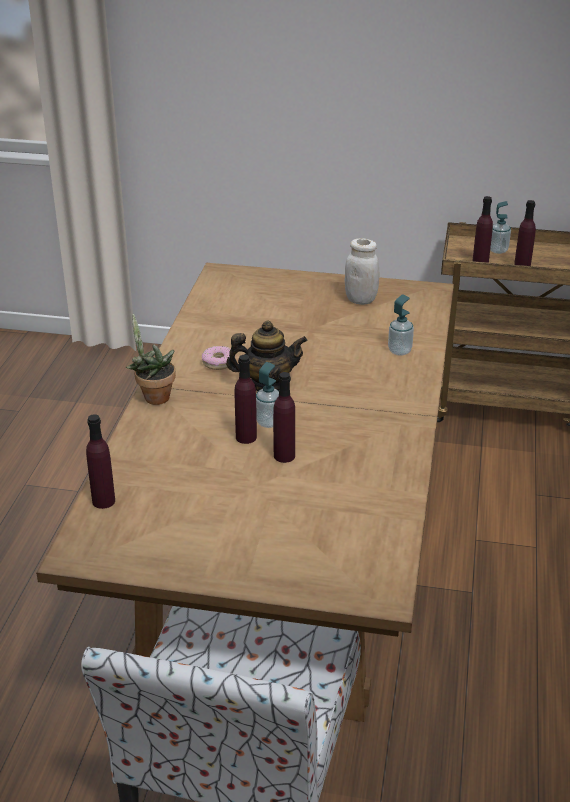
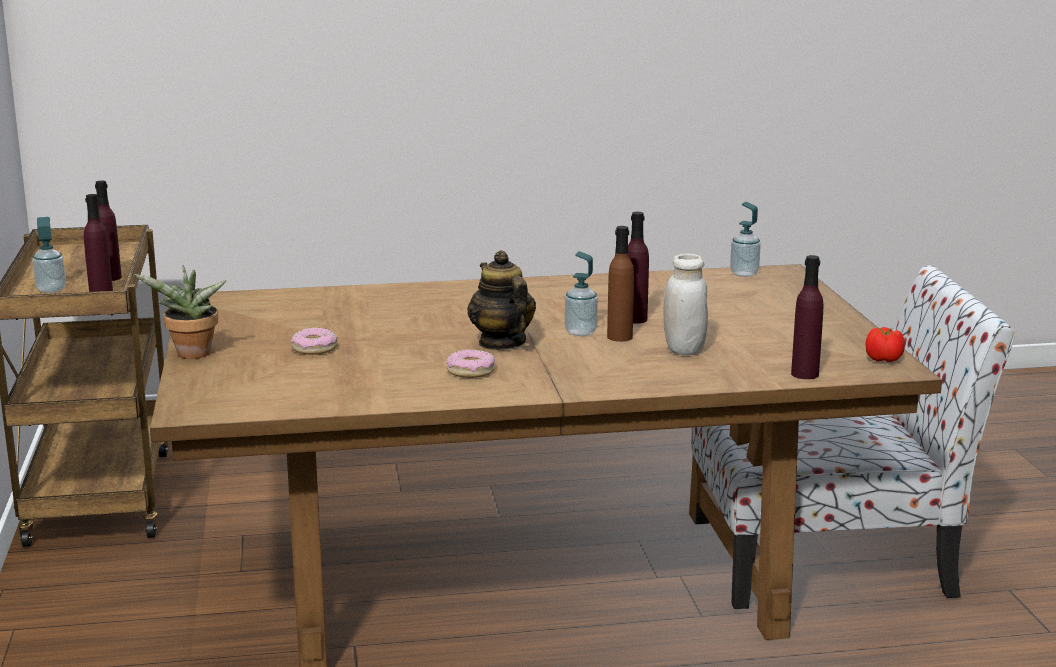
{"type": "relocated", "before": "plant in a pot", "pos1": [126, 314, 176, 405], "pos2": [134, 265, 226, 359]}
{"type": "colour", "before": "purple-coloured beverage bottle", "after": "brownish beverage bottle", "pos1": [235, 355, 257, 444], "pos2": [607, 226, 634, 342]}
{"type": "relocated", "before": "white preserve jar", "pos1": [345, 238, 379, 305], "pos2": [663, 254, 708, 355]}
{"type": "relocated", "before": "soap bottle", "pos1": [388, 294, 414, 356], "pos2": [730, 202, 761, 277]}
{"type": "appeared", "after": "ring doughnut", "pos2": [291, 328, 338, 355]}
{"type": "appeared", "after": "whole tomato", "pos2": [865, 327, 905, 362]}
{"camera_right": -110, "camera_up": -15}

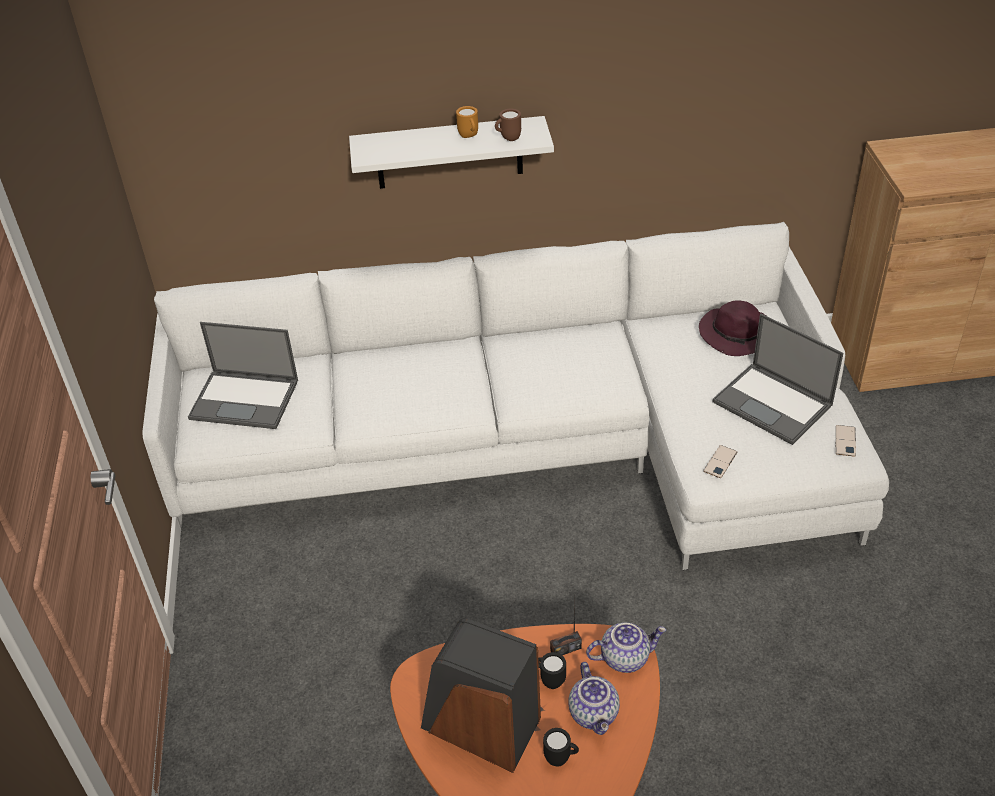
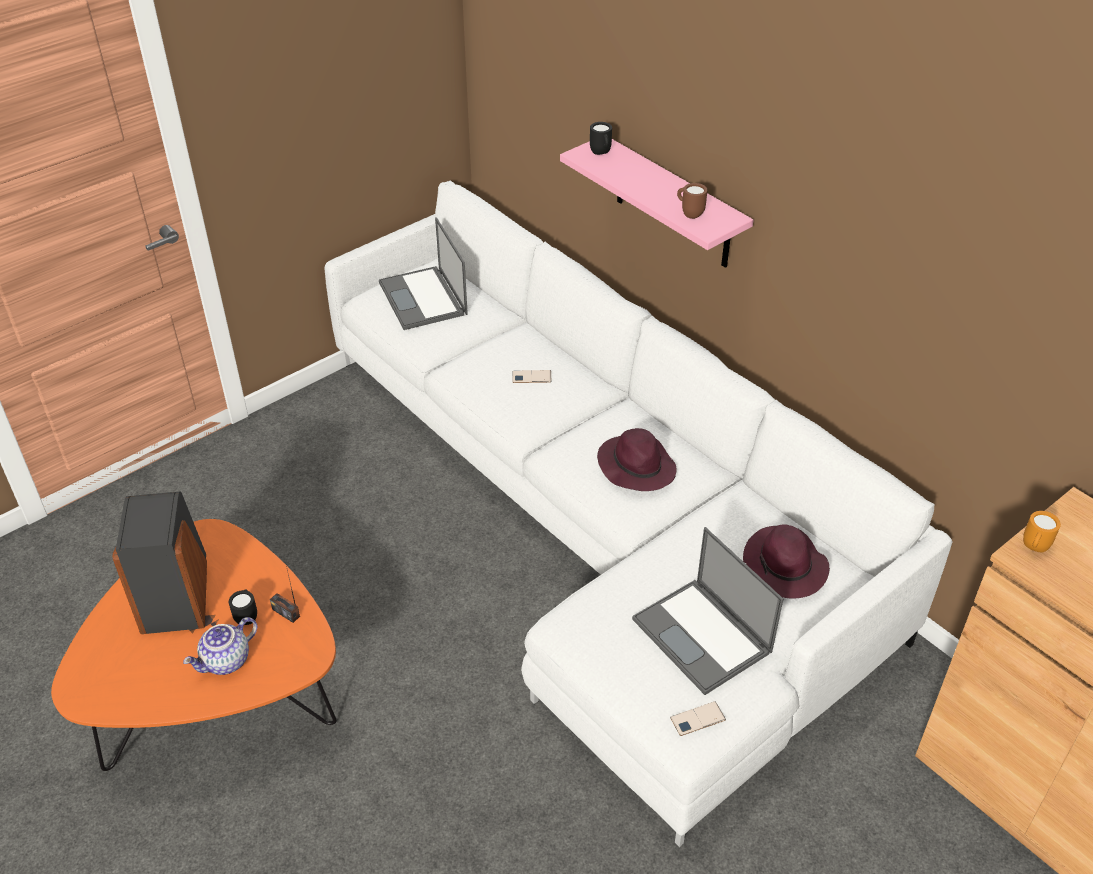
{"type": "colour", "before": "white shelf", "after": "pink-coloured shelf", "pos1": [349, 116, 554, 189], "pos2": [560, 139, 754, 268]}
{"type": "relocated", "before": "orange-coloured coffee mug", "pos1": [456, 106, 478, 138], "pos2": [1023, 511, 1061, 553]}
{"type": "relocated", "before": "blackish coffee mug", "pos1": [543, 728, 579, 766], "pos2": [590, 122, 612, 155]}
{"type": "missing", "before": "pot for tea", "pos1": [586, 622, 666, 673]}
{"type": "relocated", "before": "phone", "pos1": [703, 445, 738, 478], "pos2": [512, 370, 552, 383]}
{"type": "spun", "before": "portable computer", "pos1": [712, 314, 844, 445], "pos2": [632, 527, 783, 695], "turn": -45}
{"type": "appeared", "after": "purple-coloured wearable hat", "pos2": [597, 428, 676, 491]}
{"camera_right": 55, "camera_up": 0}

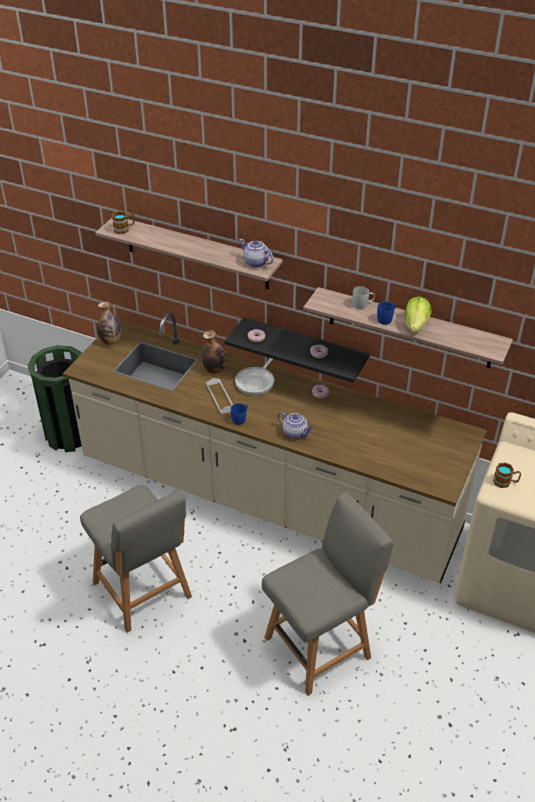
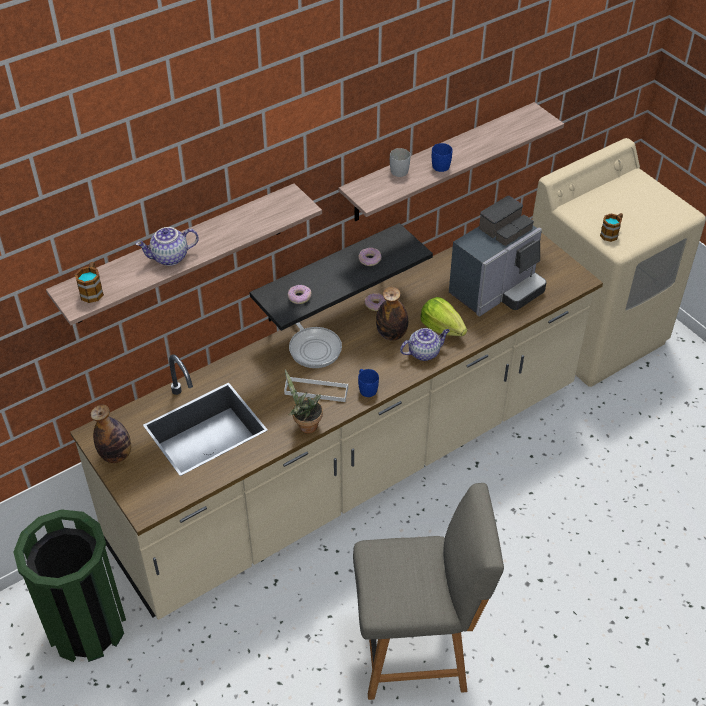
{"type": "relocated", "before": "beverage bottle", "pos1": [202, 330, 226, 374], "pos2": [376, 287, 408, 341]}
{"type": "relocated", "before": "pot for tea", "pos1": [239, 239, 274, 268], "pos2": [136, 227, 199, 266]}
{"type": "missing", "before": "greyish chair", "pos1": [262, 492, 394, 696]}
{"type": "relocated", "before": "lettuce head", "pos1": [404, 296, 432, 333], "pos2": [420, 297, 467, 336]}
{"type": "appeared", "after": "plant in a pot", "pos2": [285, 369, 323, 434]}
{"type": "appeared", "after": "coffee machine", "pos2": [449, 196, 546, 316]}
{"camera_right": -60, "camera_up": 5}

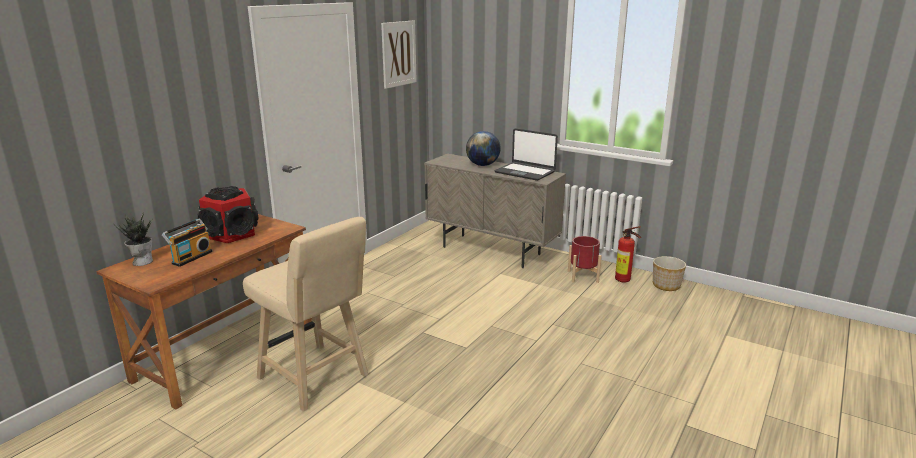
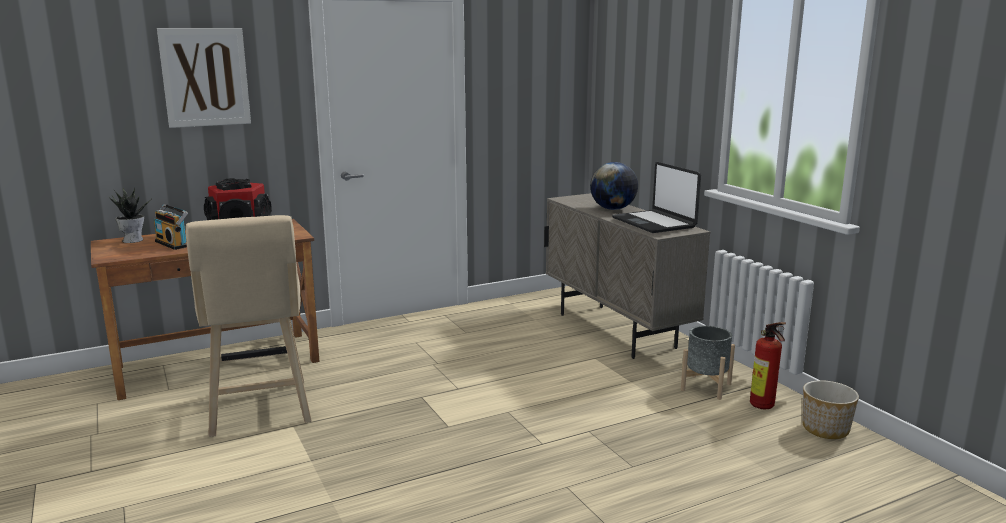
{"type": "spun", "before": "radio set", "pos1": [162, 219, 212, 267], "pos2": [154, 204, 188, 250], "turn": 75}
{"type": "relocated", "before": "picture", "pos1": [381, 20, 417, 89], "pos2": [157, 28, 251, 128]}
{"type": "colour", "before": "red-coloured plant pot", "after": "greyish plant pot", "pos1": [568, 236, 602, 283], "pos2": [681, 326, 735, 400]}
{"camera_right": 30, "camera_up": -5}

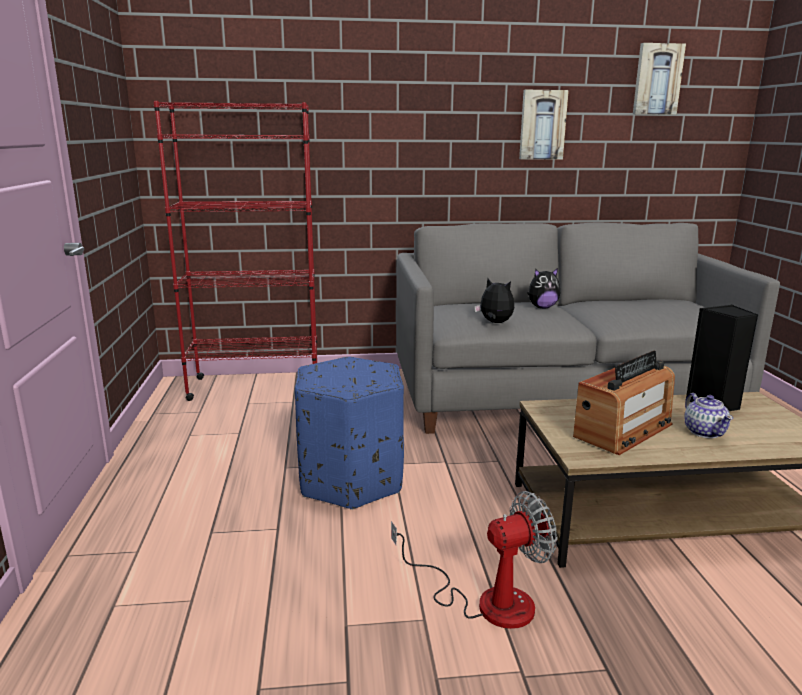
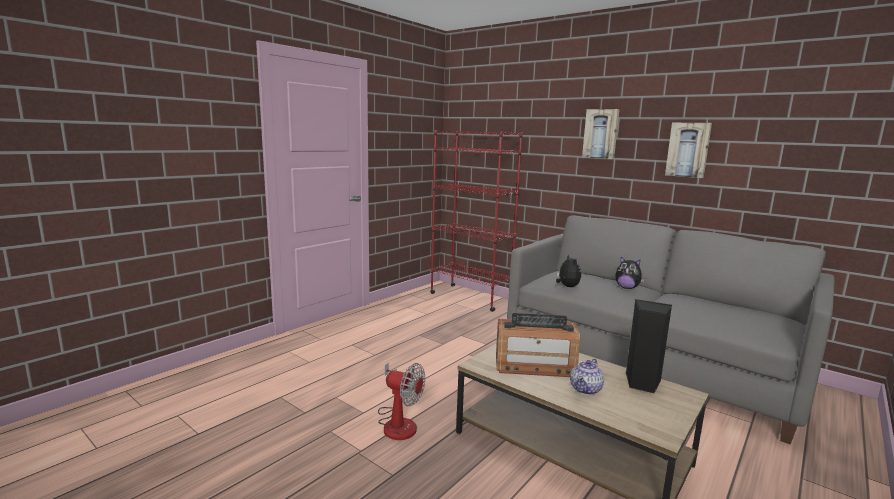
{"type": "missing", "before": "bluish ottoman", "pos1": [295, 357, 404, 510]}
{"type": "relocated", "before": "picture", "pos1": [633, 43, 686, 115], "pos2": [582, 109, 620, 159]}
{"camera_right": 45, "camera_up": -5}

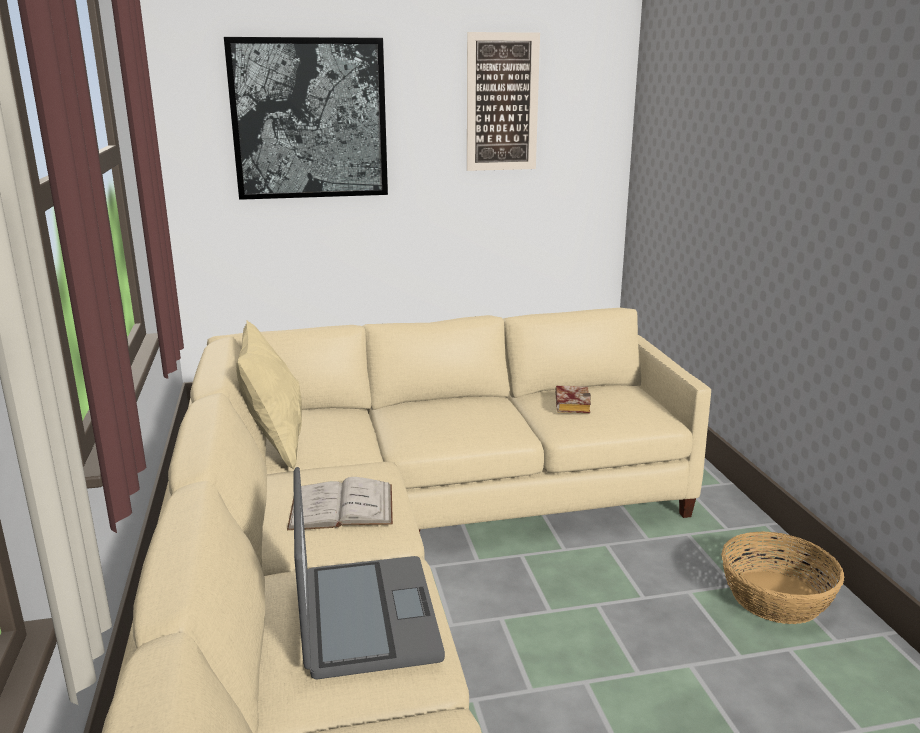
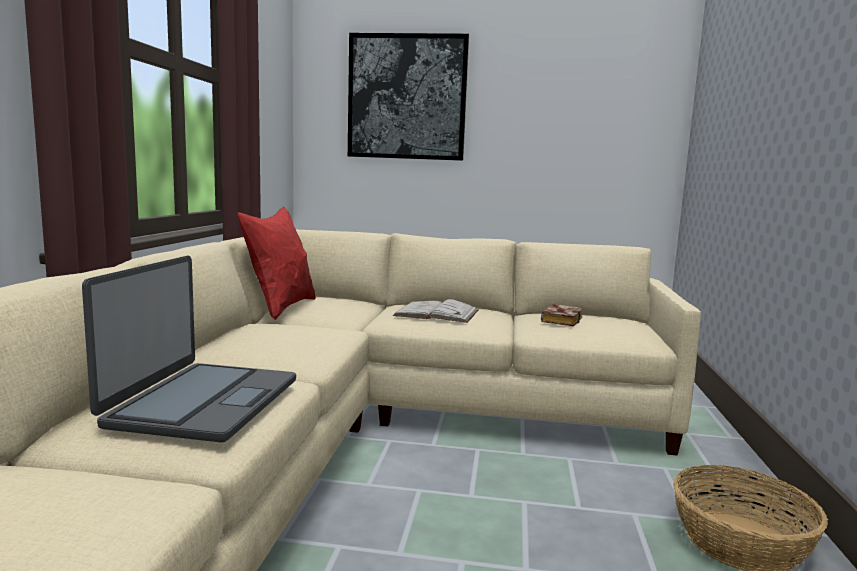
{"type": "colour", "before": "beige pillow", "after": "red-coloured pillow", "pos1": [236, 320, 302, 469], "pos2": [238, 207, 316, 320]}
{"type": "relocated", "before": "white volume", "pos1": [287, 477, 393, 530], "pos2": [393, 299, 478, 323]}
{"type": "missing", "before": "picture", "pos1": [467, 32, 540, 171]}
{"camera_right": 20, "camera_up": -10}

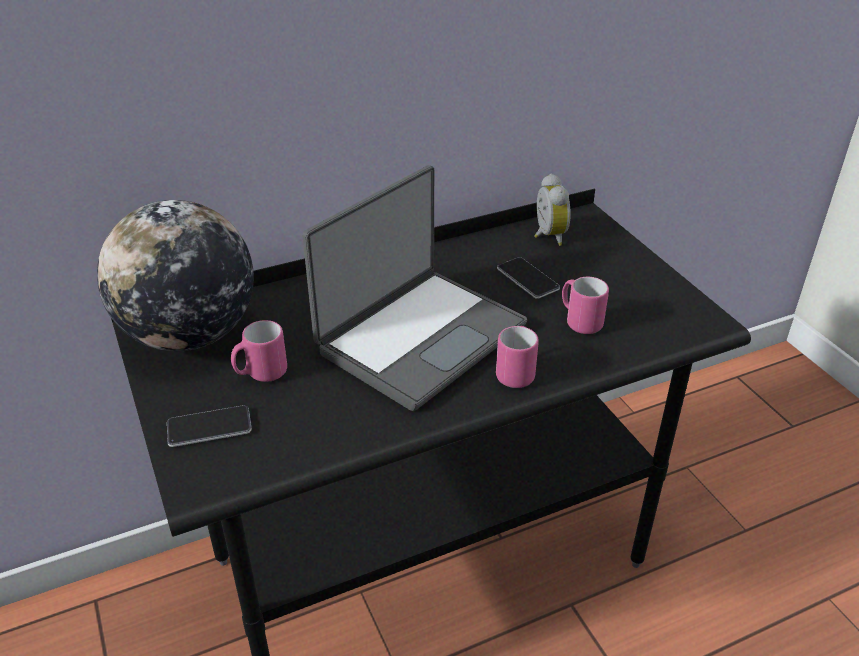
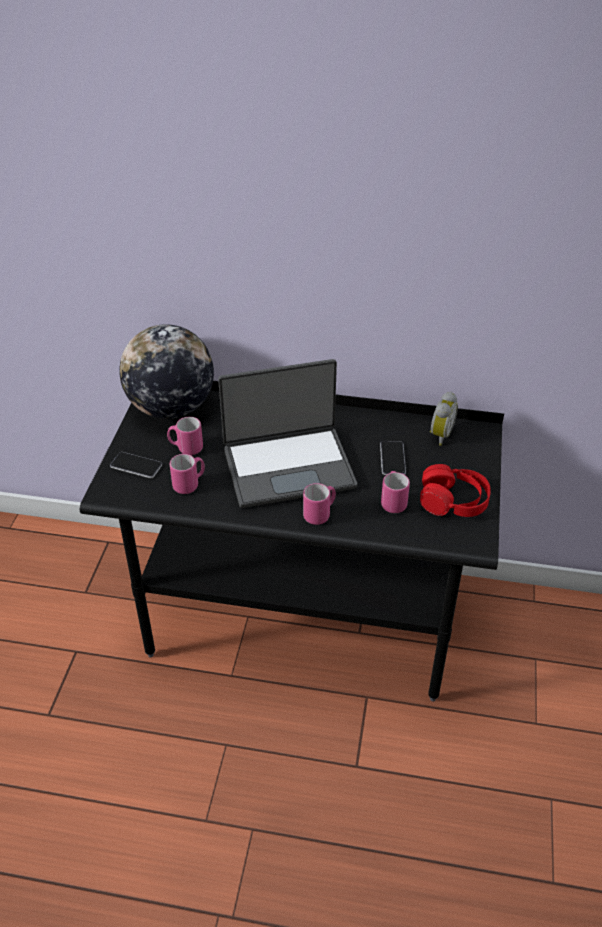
{"type": "appeared", "after": "pink-coloured coffee mug", "pos2": [170, 454, 205, 494]}
{"type": "appeared", "after": "red-coloured headphones", "pos2": [420, 464, 491, 517]}
{"camera_right": 35, "camera_up": 5}

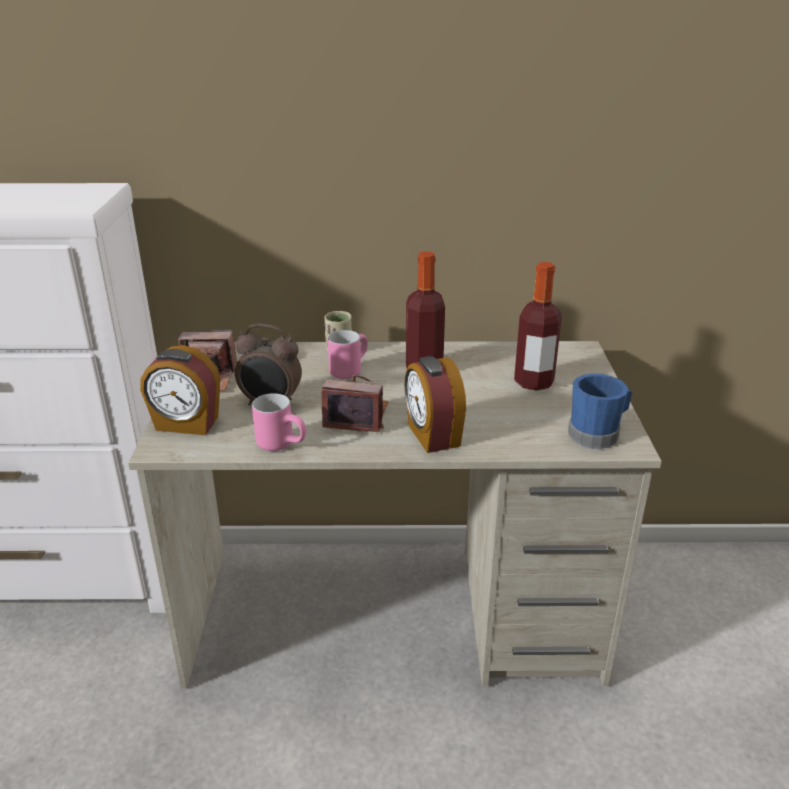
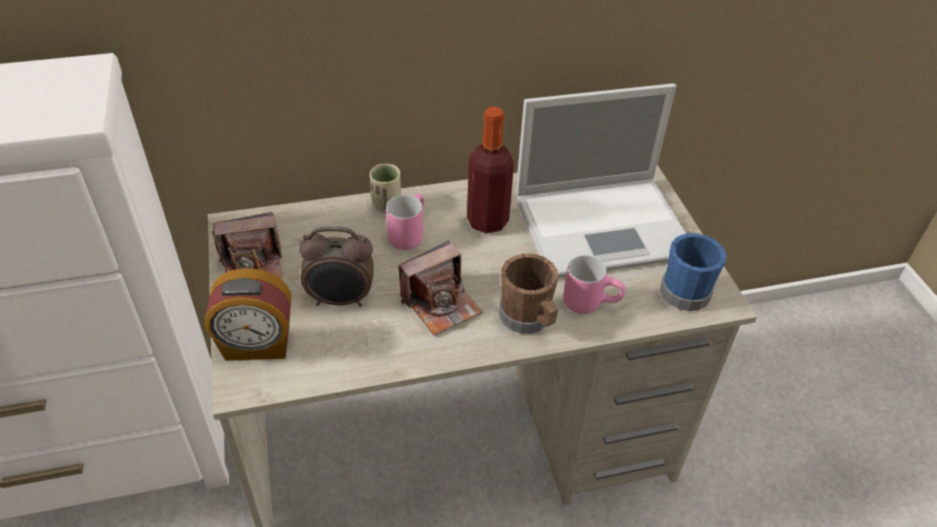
{"type": "relocated", "before": "pink-coloured coffee mug", "pos1": [252, 393, 306, 451], "pos2": [563, 255, 625, 314]}
{"type": "spun", "before": "still camera", "pos1": [321, 375, 388, 432], "pos2": [398, 240, 482, 335], "turn": 150}
{"type": "exchanged", "before": "table clock", "after": "brownish coffee mug", "pos1": [404, 356, 466, 453], "pos2": [499, 253, 558, 334]}
{"type": "exchanged", "before": "beverage bottle", "after": "portable computer", "pos1": [514, 262, 562, 391], "pos2": [516, 83, 687, 278]}
{"camera_right": -15, "camera_up": 15}

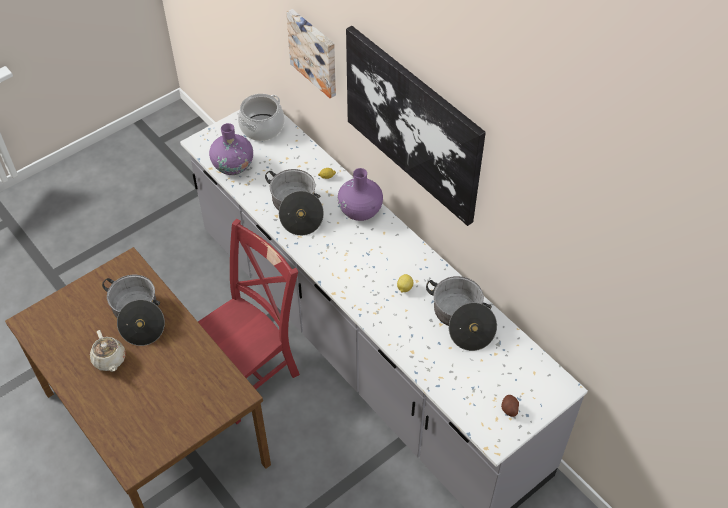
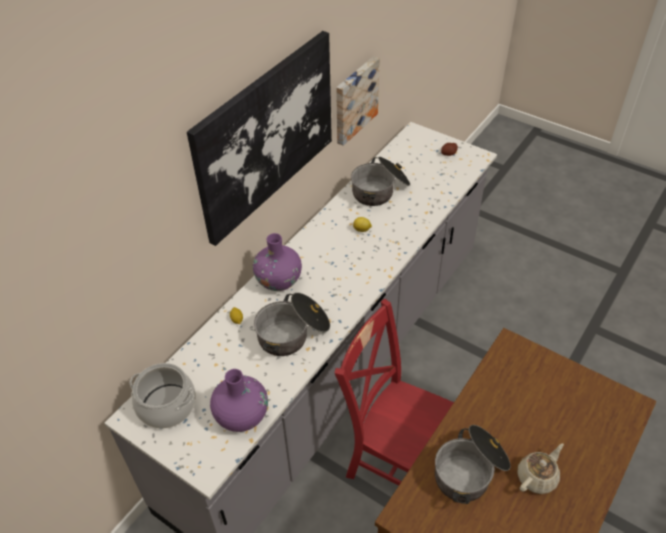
{"type": "relocated", "before": "picture", "pos1": [286, 9, 336, 98], "pos2": [336, 56, 380, 146]}
{"camera_right": -105, "camera_up": -5}

